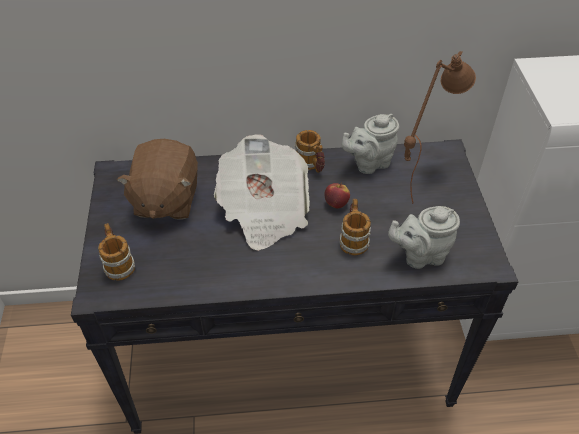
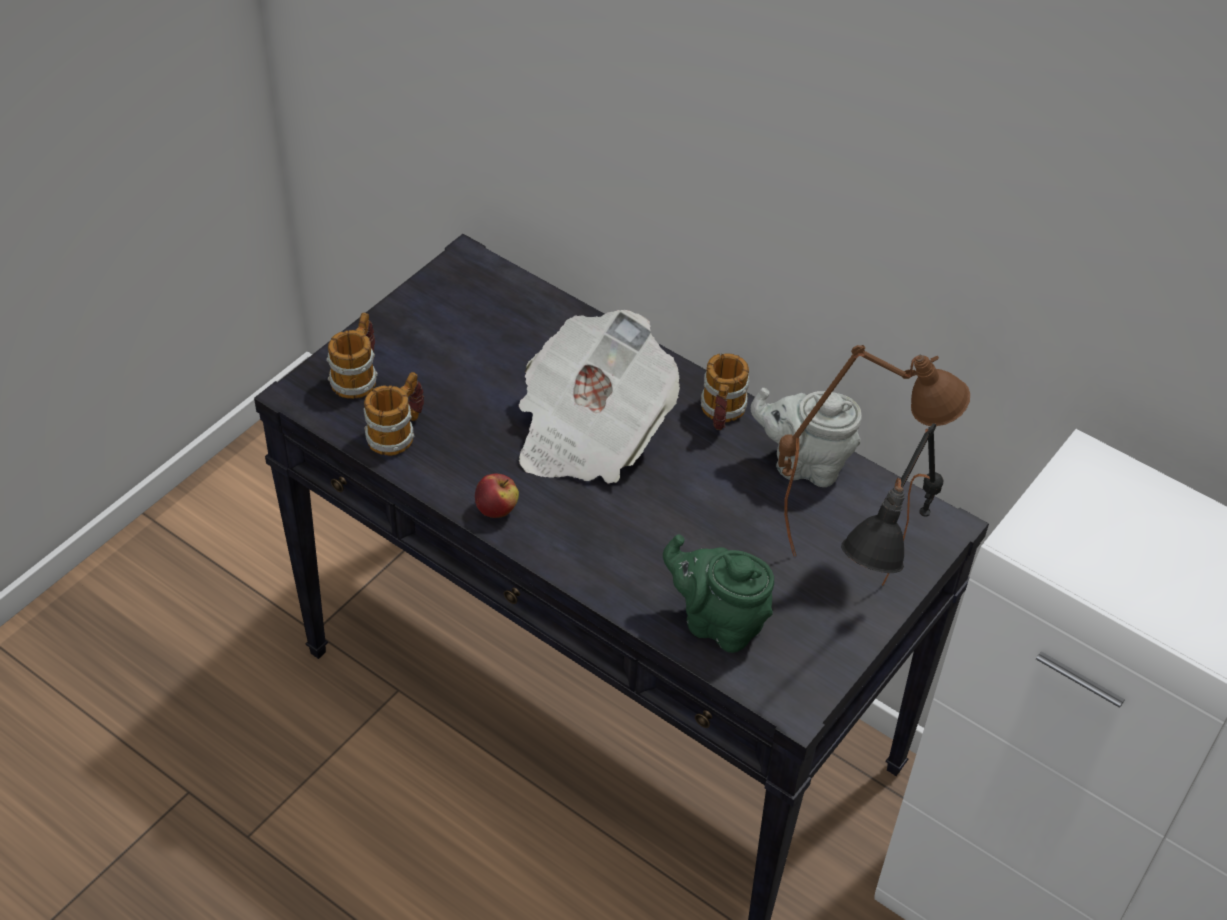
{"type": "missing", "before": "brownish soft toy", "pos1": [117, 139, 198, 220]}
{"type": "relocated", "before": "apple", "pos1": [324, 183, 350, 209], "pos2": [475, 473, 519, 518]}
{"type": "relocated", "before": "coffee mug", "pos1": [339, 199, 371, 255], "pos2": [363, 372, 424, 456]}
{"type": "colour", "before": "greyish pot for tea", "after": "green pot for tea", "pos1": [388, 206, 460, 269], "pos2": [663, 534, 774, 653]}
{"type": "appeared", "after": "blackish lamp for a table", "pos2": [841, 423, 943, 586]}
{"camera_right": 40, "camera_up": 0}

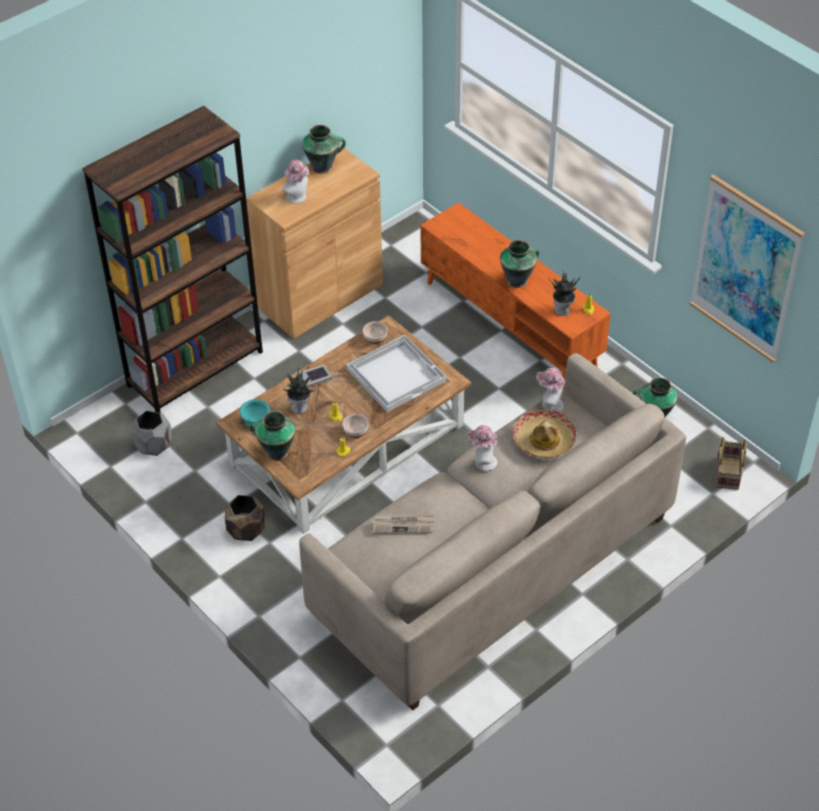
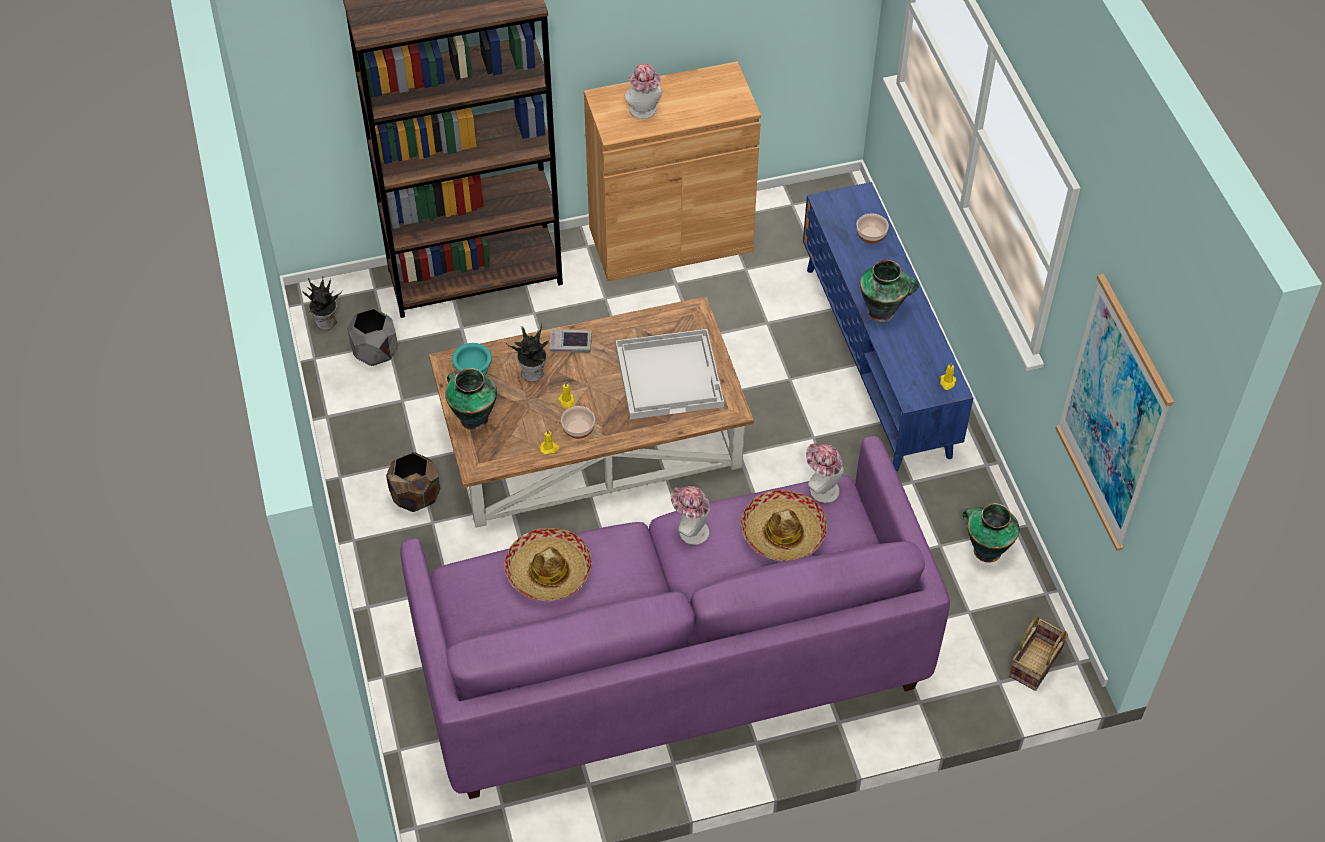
{"type": "colour", "before": "beige sofa", "after": "purple-coloured sofa", "pos1": [299, 353, 686, 711], "pos2": [400, 436, 950, 799]}
{"type": "missing", "before": "decorative vase", "pos1": [302, 125, 346, 174]}
{"type": "relocated", "before": "deep dish", "pos1": [363, 321, 388, 345], "pos2": [857, 213, 889, 244]}
{"type": "exchanged", "before": "newspaper", "after": "wearable hat", "pos1": [372, 515, 434, 534], "pos2": [504, 528, 592, 601]}
{"type": "colour", "before": "orange-coloured tv unit", "after": "bluish tv unit", "pos1": [421, 202, 611, 390], "pos2": [803, 182, 973, 472]}
{"type": "relocated", "before": "plant in a pot", "pos1": [549, 271, 580, 316], "pos2": [302, 278, 342, 330]}
{"camera_right": 25, "camera_up": 5}

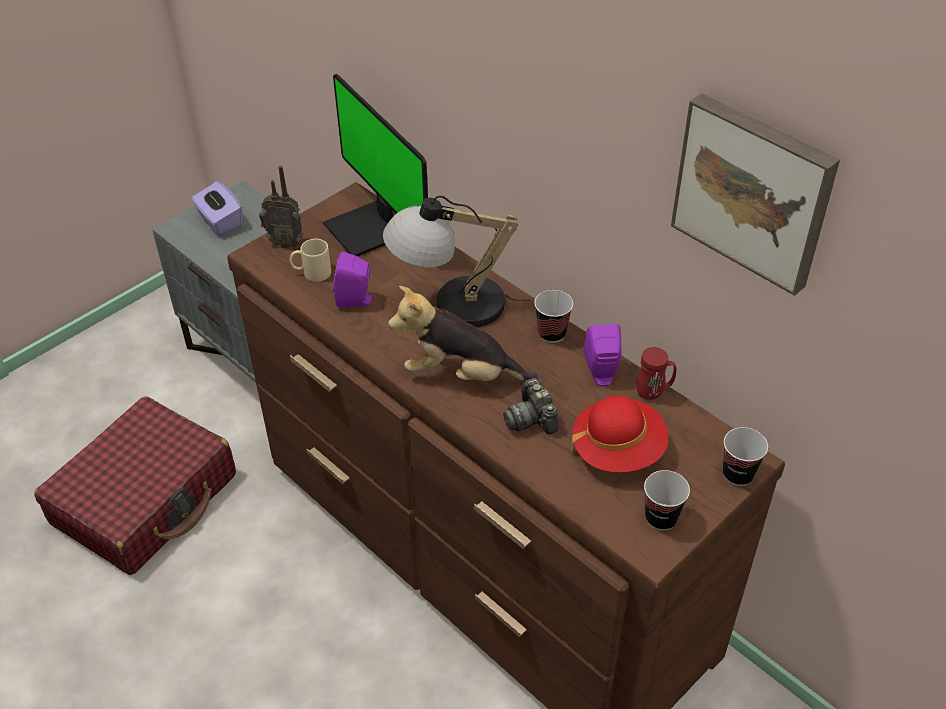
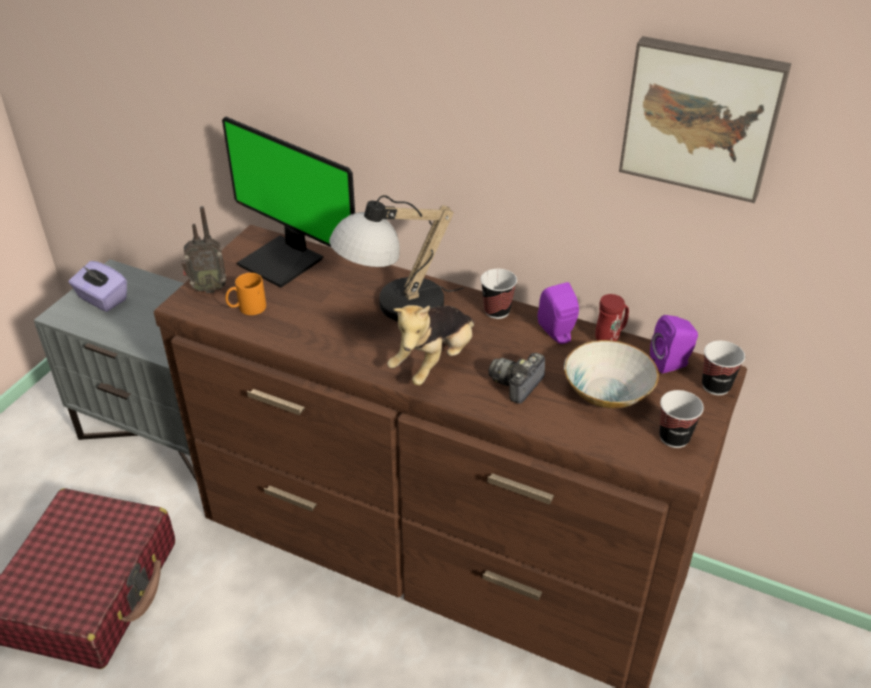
{"type": "colour", "before": "beige coffee mug", "after": "orange-coloured coffee mug", "pos1": [290, 239, 331, 282], "pos2": [225, 273, 266, 315]}
{"type": "relocated", "before": "purple-coloured loudspeaker", "pos1": [333, 251, 375, 307], "pos2": [650, 315, 698, 373]}
{"type": "spun", "before": "soft toy", "pos1": [388, 286, 538, 381], "pos2": [387, 305, 474, 386], "turn": -45}
{"type": "spun", "before": "still camera", "pos1": [503, 378, 558, 434], "pos2": [488, 353, 545, 404], "turn": 75}
{"type": "exchanged", "before": "red-coloured wearable hat", "after": "deep dish", "pos1": [571, 396, 668, 472], "pos2": [564, 340, 659, 408]}
{"camera_right": -20, "camera_up": -5}

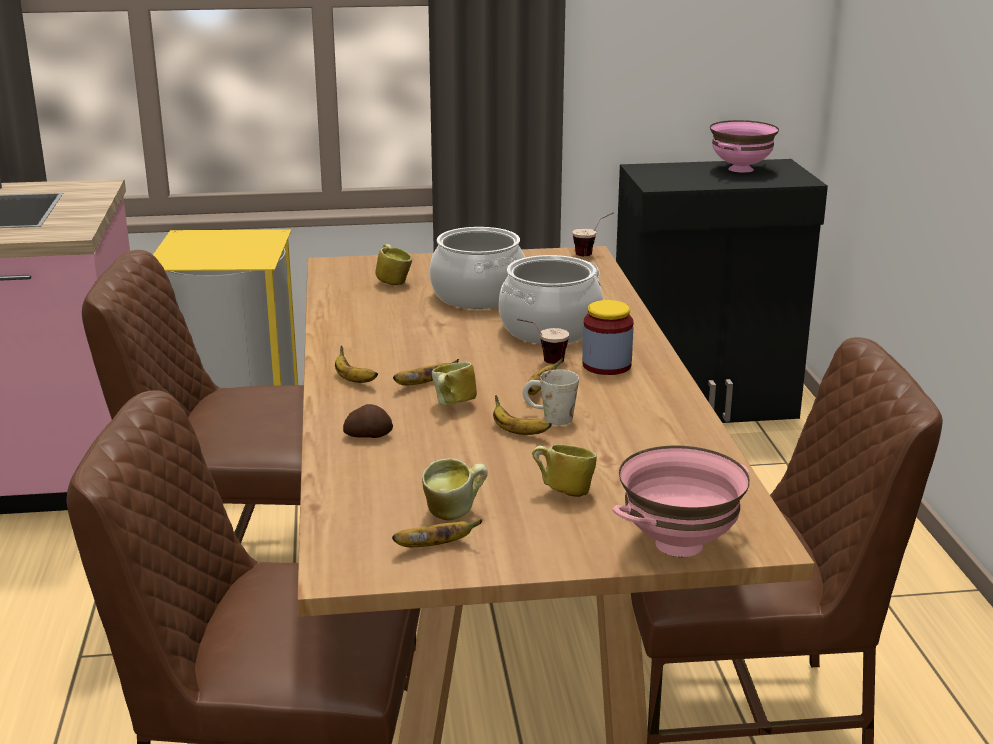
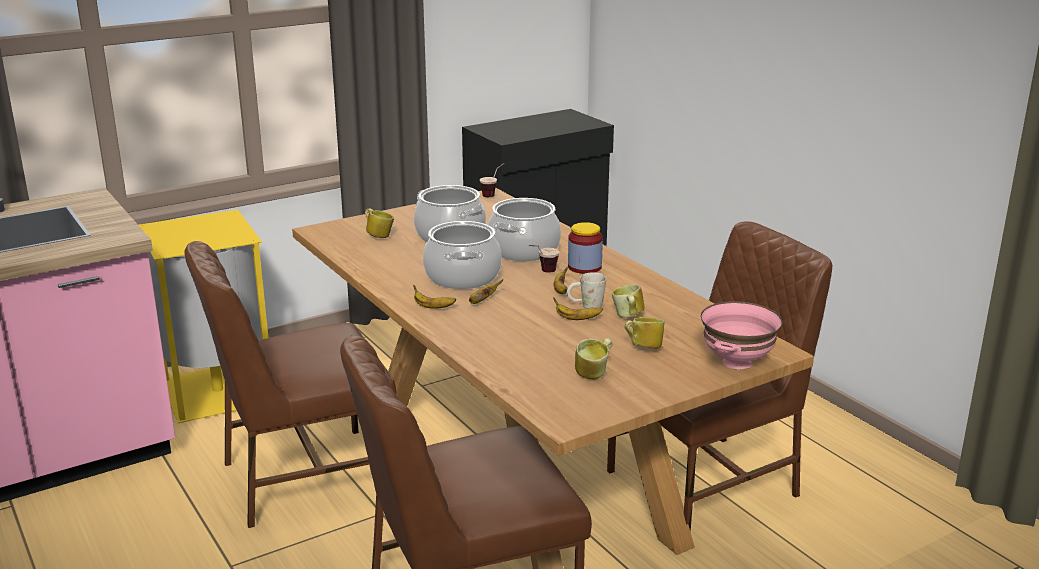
{"type": "missing", "before": "whole potato", "pos1": [343, 404, 393, 438]}
{"type": "missing", "before": "banana", "pos1": [392, 519, 483, 547]}
{"type": "relocated", "before": "coffee mug", "pos1": [432, 362, 477, 405], "pos2": [612, 284, 644, 318]}
{"type": "missing", "before": "pink-coloured deep dish", "pos1": [710, 120, 779, 173]}
{"type": "appeared", "after": "cooking pot", "pos2": [423, 221, 502, 289]}
{"camera_right": -25, "camera_up": 0}

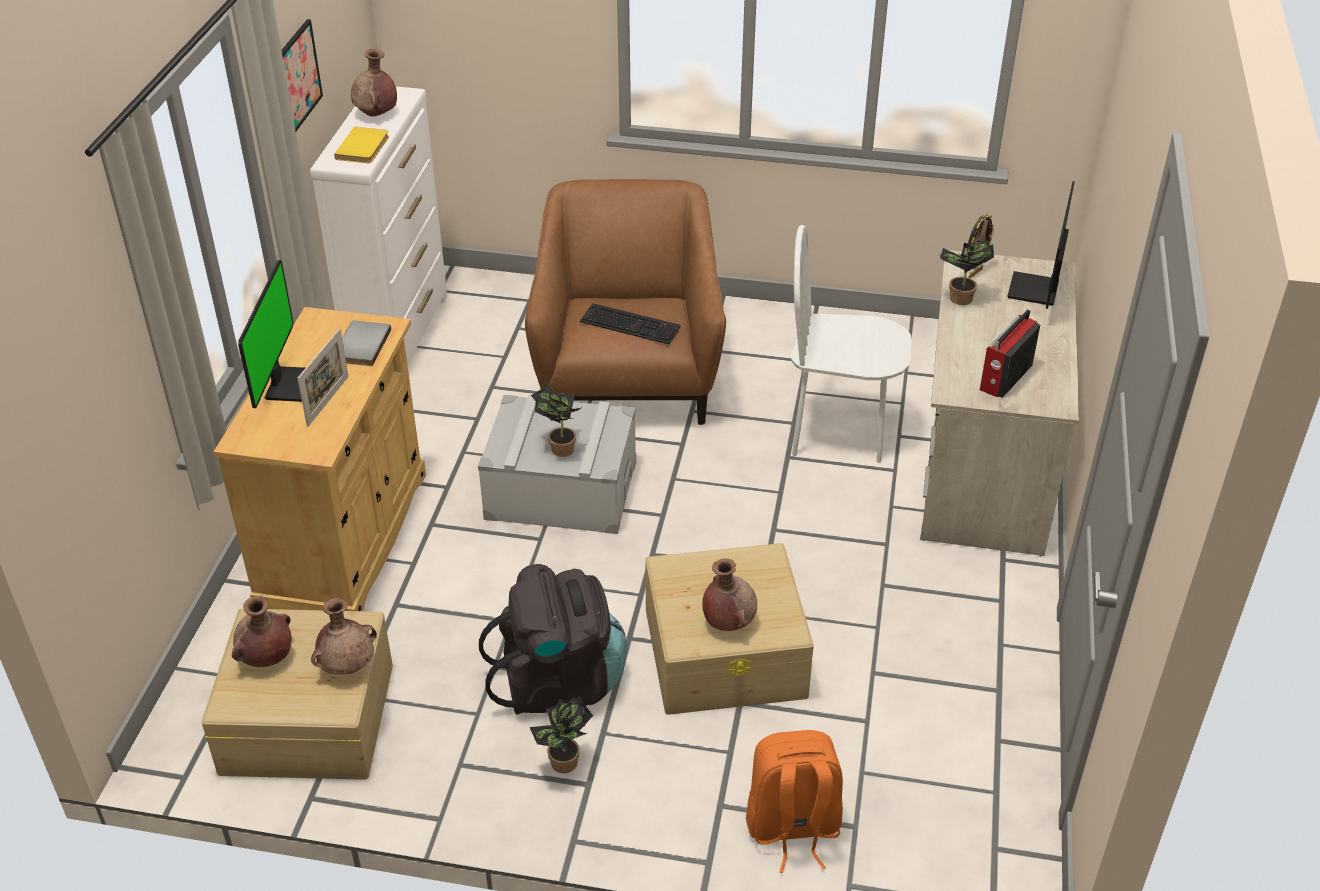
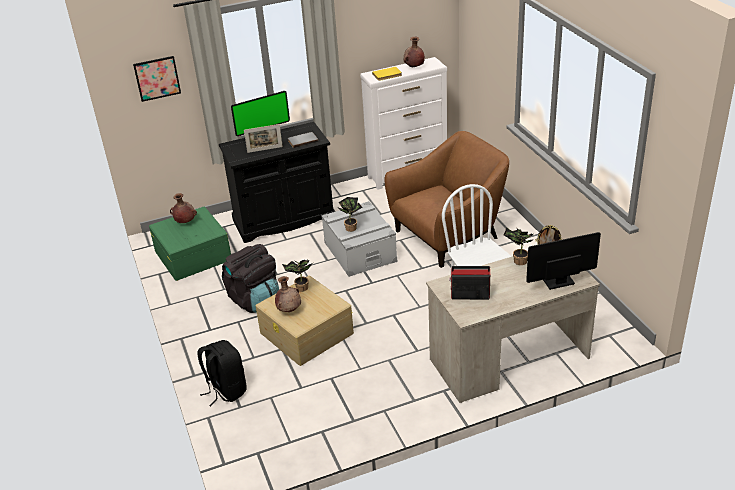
{"type": "colour", "before": "beige storage bin", "after": "green storage bin", "pos1": [202, 609, 393, 780], "pos2": [149, 207, 231, 281]}
{"type": "colour", "before": "beige storage cabinet", "after": "blackish storage cabinet", "pos1": [213, 307, 426, 611], "pos2": [219, 122, 335, 243]}
{"type": "relocated", "before": "picture", "pos1": [281, 19, 323, 131], "pos2": [133, 56, 181, 102]}
{"type": "missing", "before": "brownish decorative vase", "pos1": [311, 598, 377, 674]}
{"type": "relocated", "before": "plant in a pot", "pos1": [530, 697, 593, 773], "pos2": [282, 259, 313, 292]}
{"type": "missing", "before": "computer keyboard", "pos1": [580, 303, 681, 344]}
{"type": "colour", "before": "orange-coloured rucksack", "after": "blackish rucksack", "pos1": [746, 730, 843, 873], "pos2": [197, 340, 247, 406]}
{"camera_right": 60, "camera_up": -5}

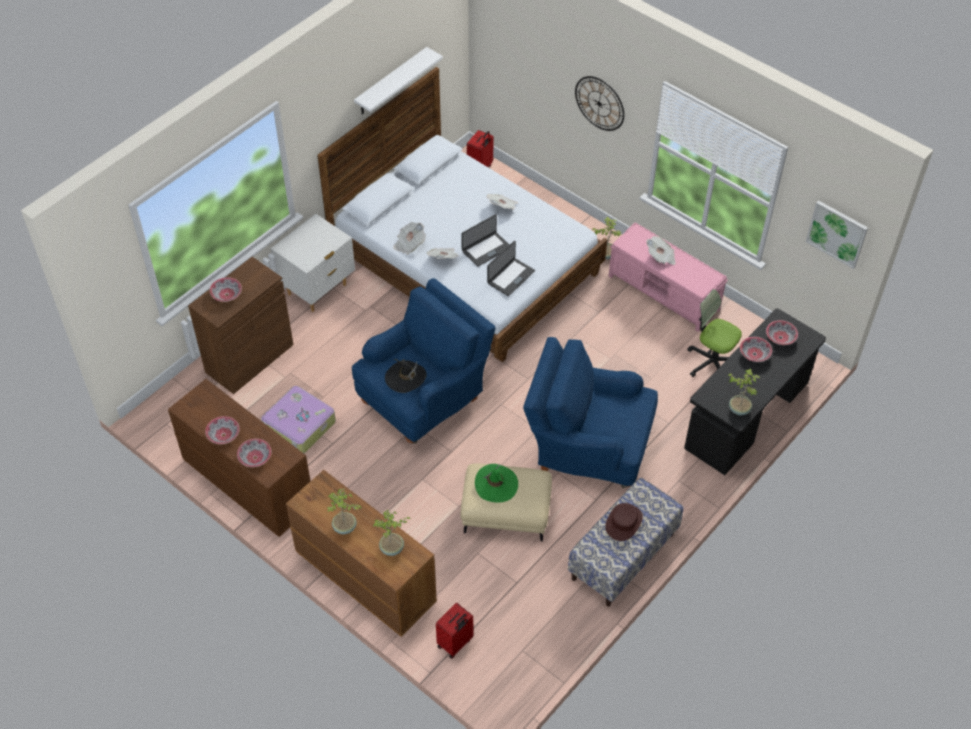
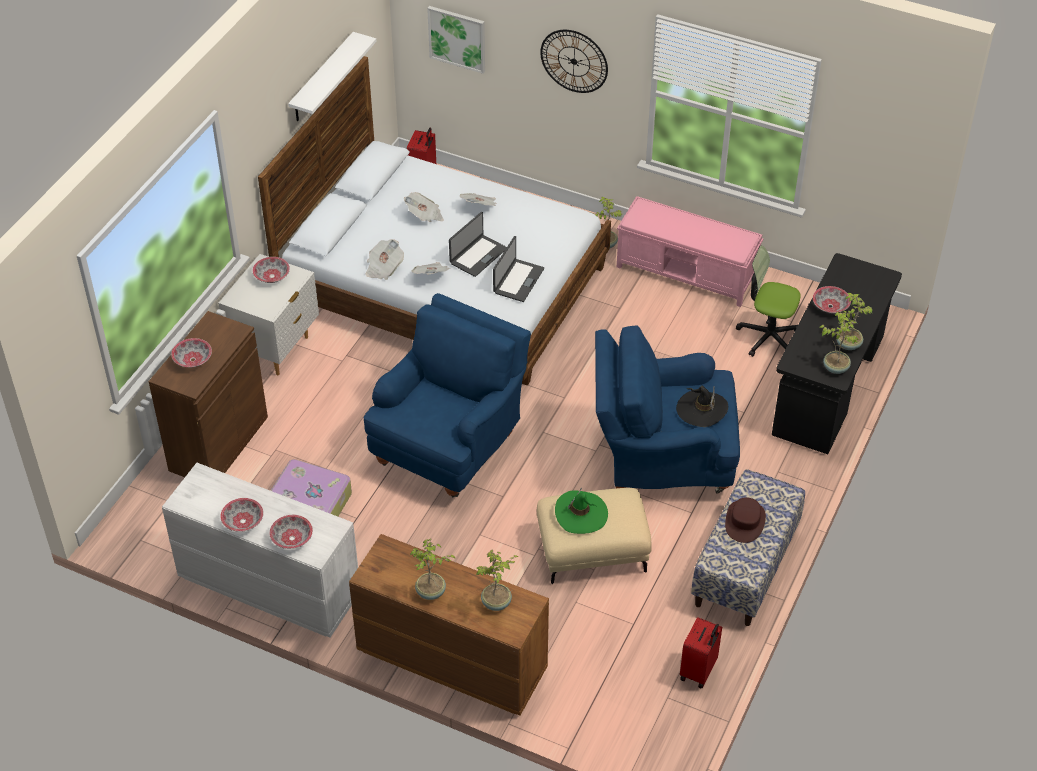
{"type": "colour", "before": "brownish drawer chest", "after": "white drawer chest", "pos1": [168, 379, 310, 537], "pos2": [162, 463, 358, 638]}
{"type": "relocated", "before": "blackish wearable hat", "pos1": [385, 359, 427, 393], "pos2": [676, 386, 728, 427]}
{"type": "relocated", "before": "red-coloured suitcase", "pos1": [436, 603, 473, 659], "pos2": [680, 617, 722, 688]}
{"type": "relocated", "before": "newspaper", "pos1": [646, 236, 676, 265], "pos2": [404, 192, 443, 222]}
{"type": "relocated", "before": "deep dish", "pos1": [766, 320, 798, 345], "pos2": [252, 257, 290, 283]}
{"type": "relocated", "before": "picture", "pos1": [806, 200, 868, 269], "pos2": [427, 6, 485, 74]}
{"type": "appeared", "after": "plant in a pot", "pos2": [835, 293, 873, 350]}
{"camera_right": -15, "camera_up": -5}

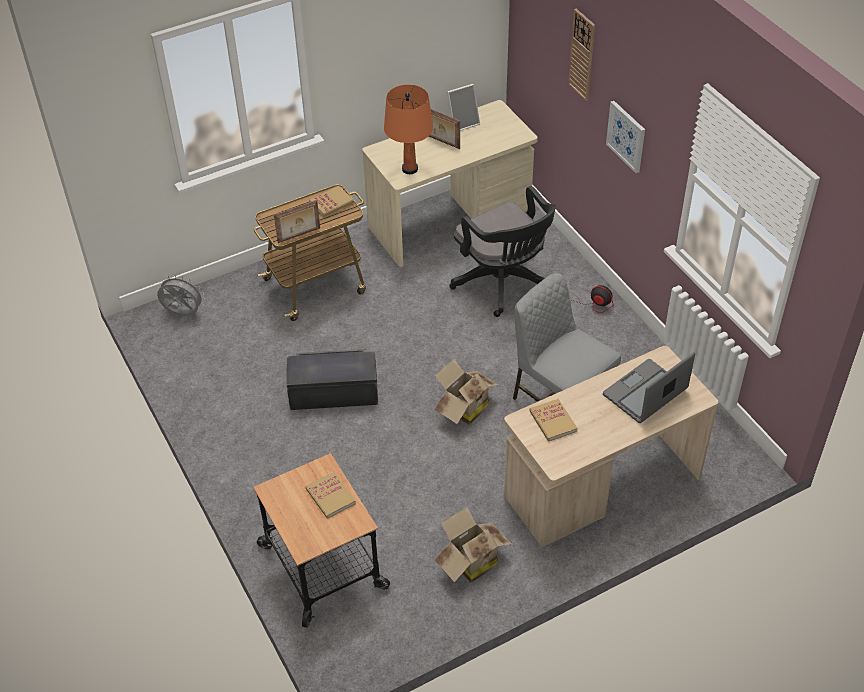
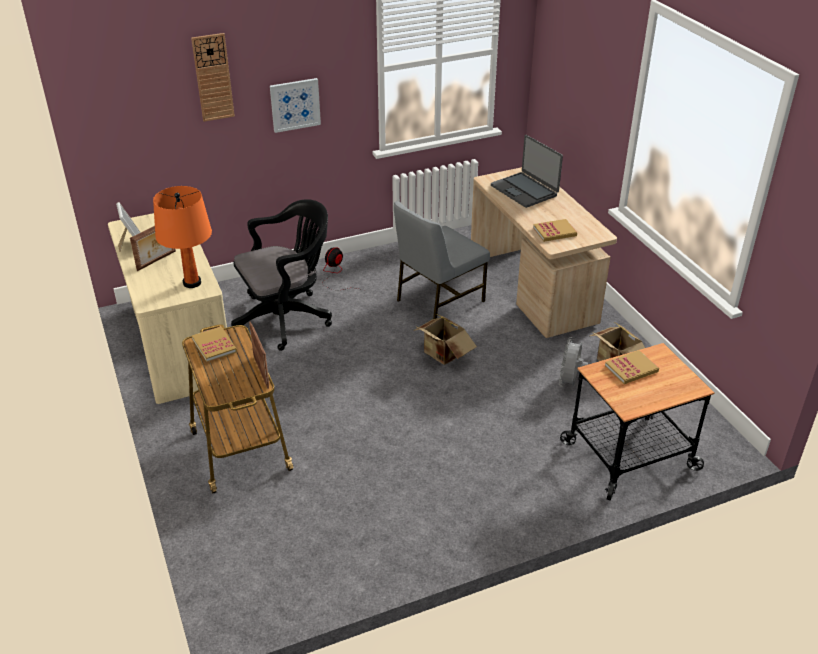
{"type": "relocated", "before": "greyish fan", "pos1": [157, 276, 205, 316], "pos2": [559, 337, 588, 387]}
{"type": "missing", "before": "blackish storage bin", "pos1": [286, 349, 378, 410]}
{"camera_right": -85, "camera_up": -10}

